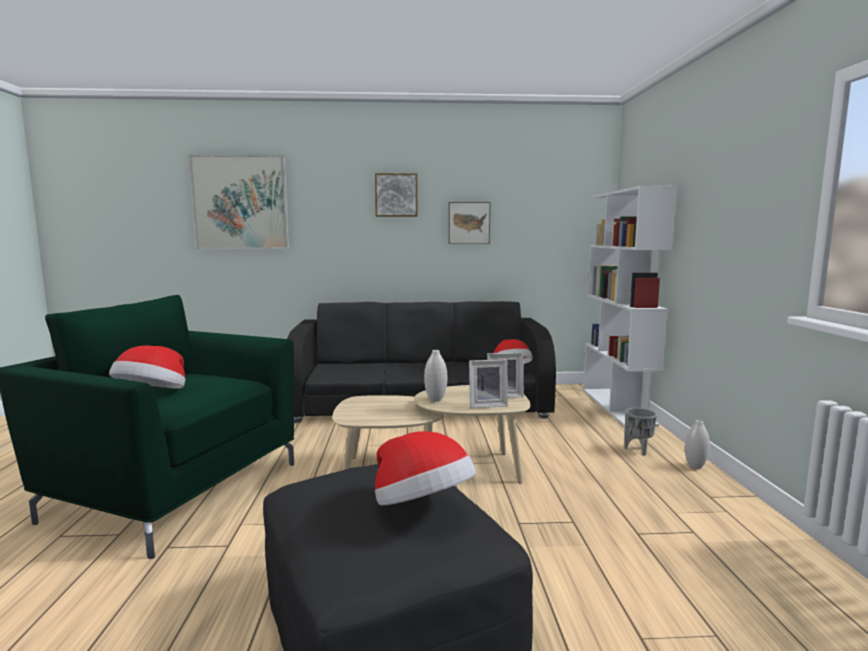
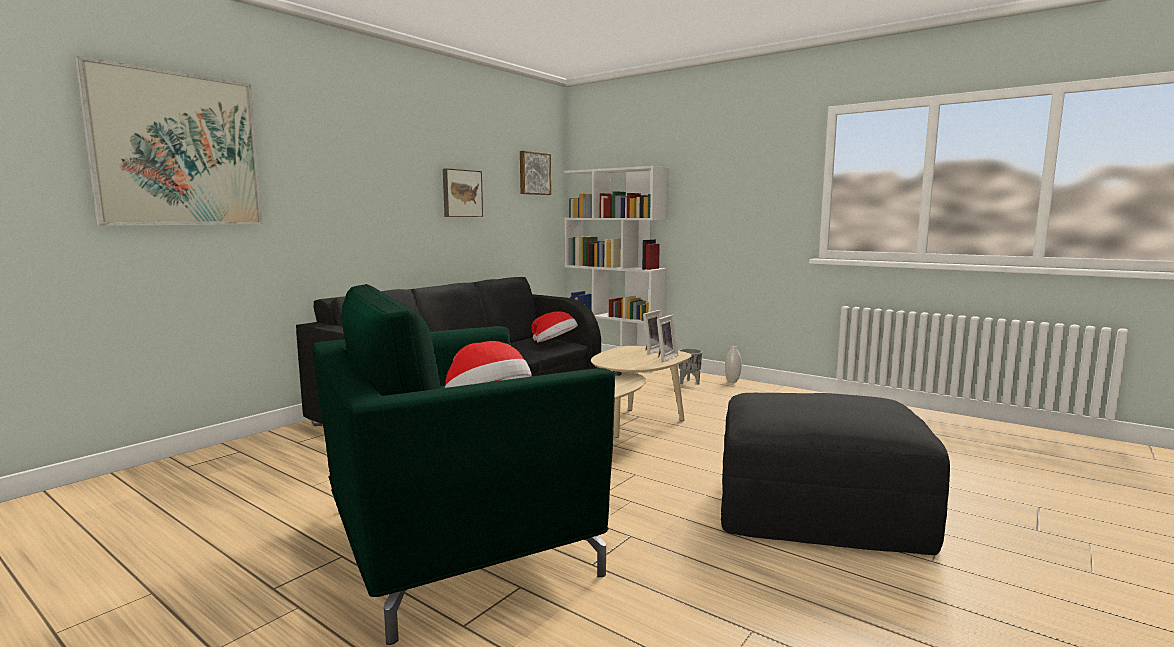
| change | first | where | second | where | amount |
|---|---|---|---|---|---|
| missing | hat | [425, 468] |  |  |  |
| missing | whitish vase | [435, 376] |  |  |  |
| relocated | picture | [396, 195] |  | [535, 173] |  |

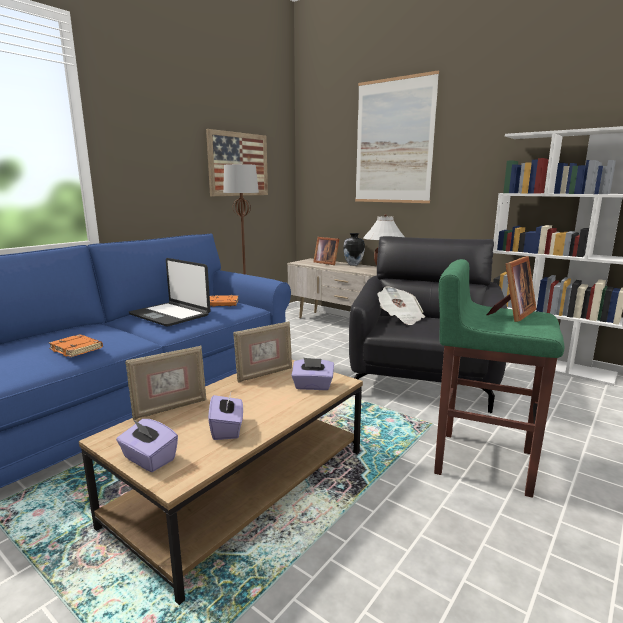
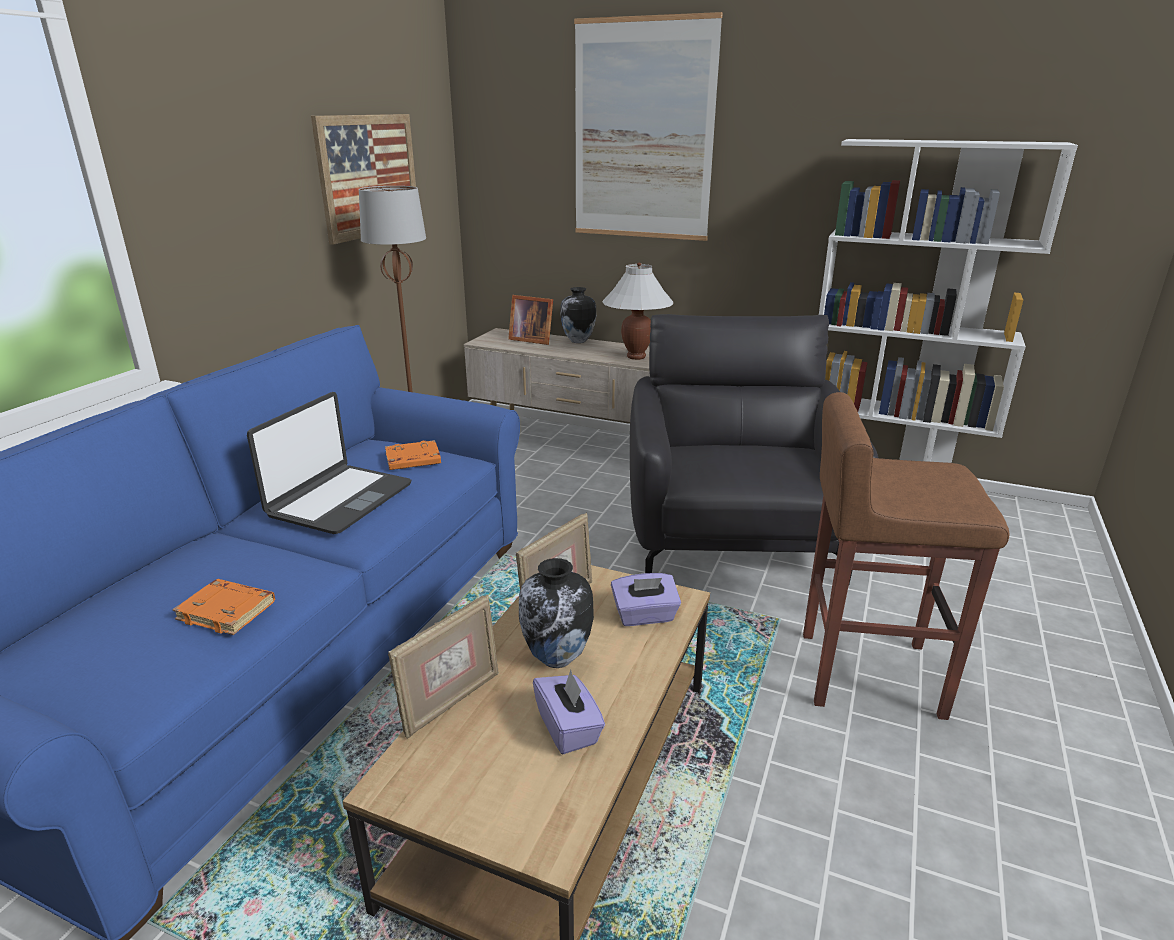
| change | first | where | second | where | amount |
|---|---|---|---|---|---|
| missing | purple-coloured box of tissues | [147, 445] |  |  |  |
| missing | daily paper | [401, 305] |  |  |  |
| missing | photo frame | [512, 289] |  |  |  |
| appeared |  |  | vase | [556, 613] |  |
| colour | green-coloured sitting stool | [499, 378] | brown sitting stool | [906, 556] |  |
| spun | laptop | [169, 292] |  | [329, 463] | 90 degrees counterclockwise |

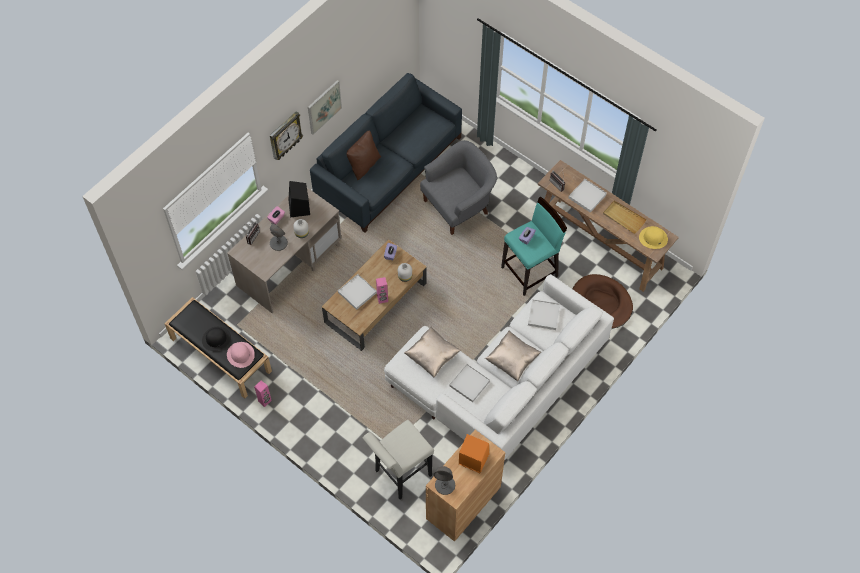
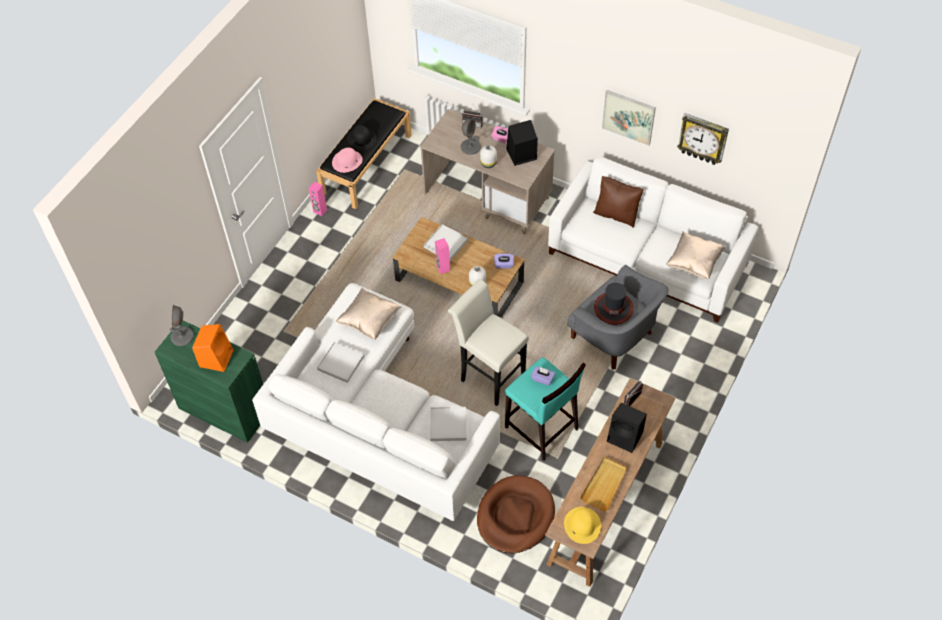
| change | first | where | second | where | amount |
|---|---|---|---|---|---|
| appeared |  |  | hat | [614, 304] |  |
| relocated | clock on the wall | [286, 135] |  | [703, 139] |  |
| relocated | whitish sitting stool | [398, 459] |  | [488, 342] |  |
| relocated | beige pillow | [513, 355] |  | [696, 255] |  |
| exchanged | whitish carrying tray | [587, 196] | blackish loudspeaker | [627, 428] |  |
| colour | blue-coloured sofa | [386, 153] | whitish sofa | [653, 240] |  |
| colour | brown storage cabinet | [465, 486] | green-coloured storage cabinet | [209, 381] |  |

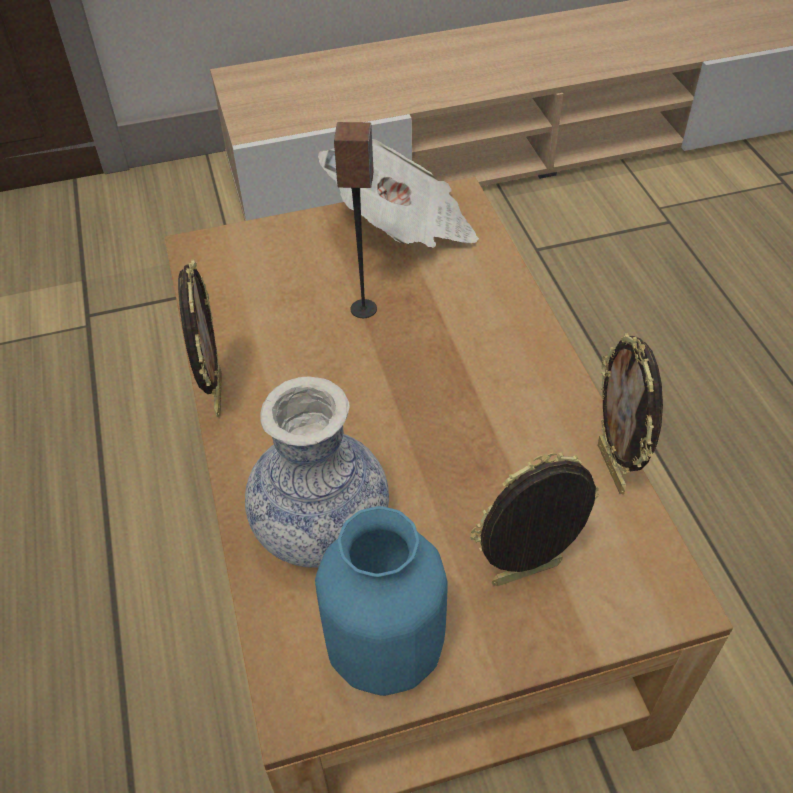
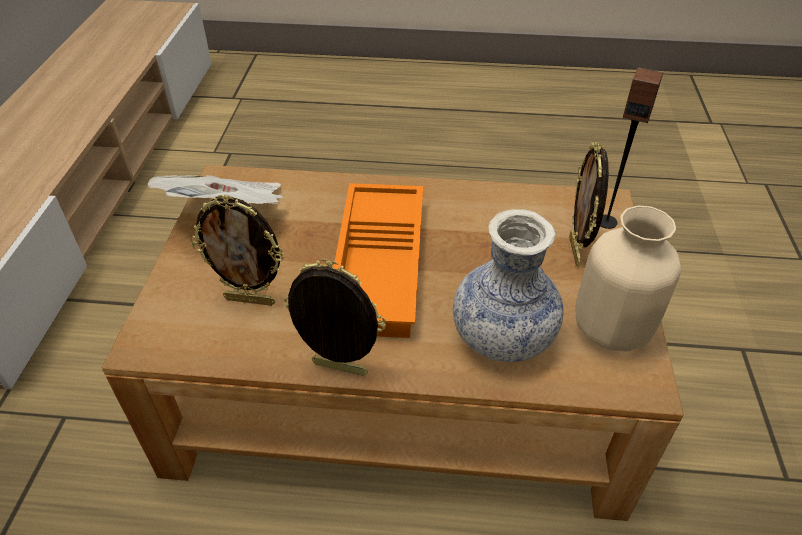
| change | first | where | second | where | amount |
|---|---|---|---|---|---|
| appeared |  |  | orange carrying tray | [378, 260] |  |
| relocated | loudspeaker | [355, 220] |  | [631, 148] |  |
| relocated | photo frame | [630, 414] |  | [237, 250] |  |
| colour | blue-coloured vase | [381, 601] | beige vase | [628, 278] |  |

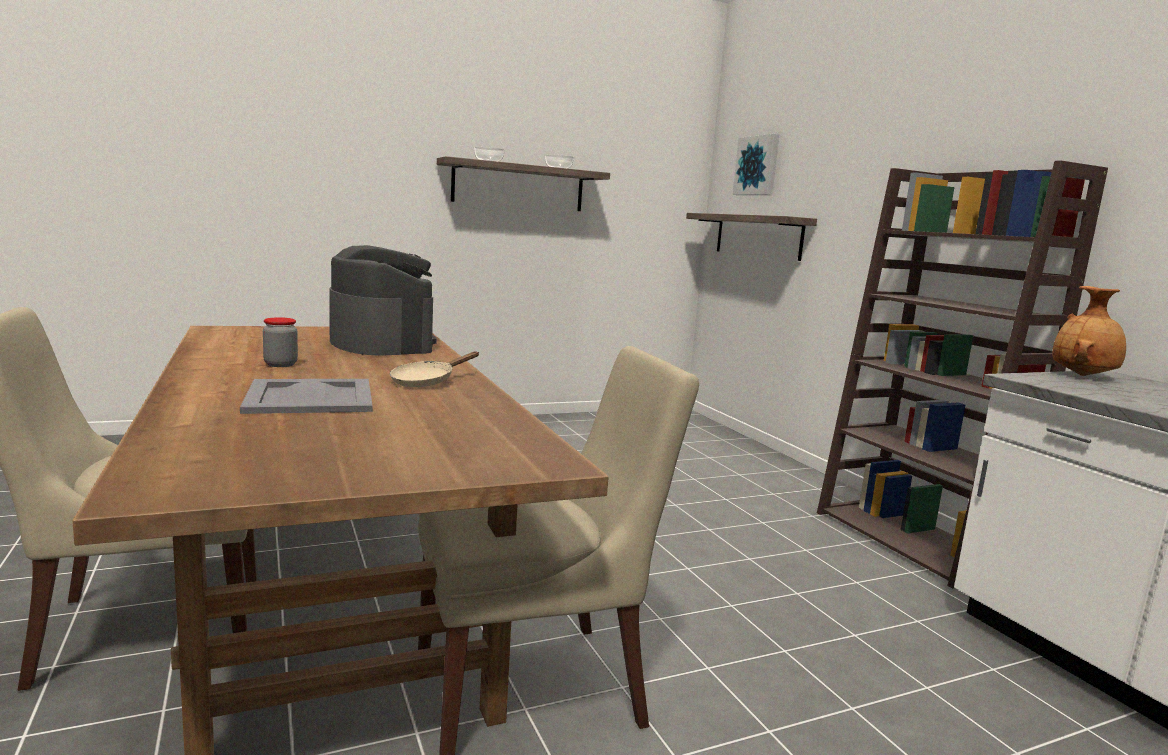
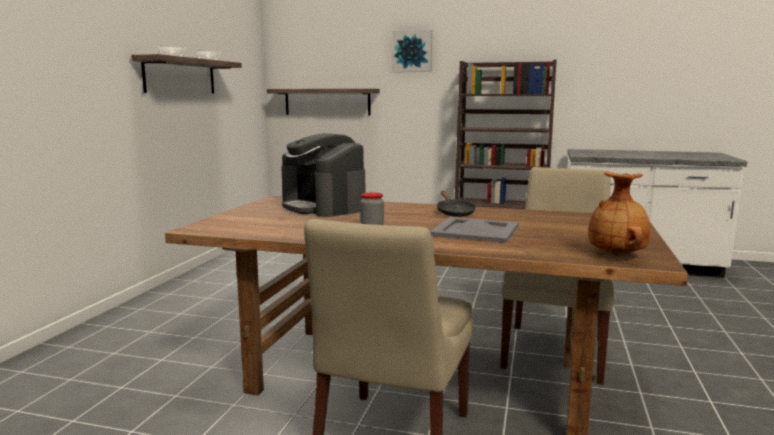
| change | first | where | second | where | amount |
|---|---|---|---|---|---|
| relocated | picture | [755, 164] |  | [412, 51] |  |
| relocated | brown vase | [1089, 331] |  | [619, 214] |  |
| colour | beige frying pan | [434, 369] | blackish frying pan | [456, 204] |  |
| spun | coffee maker | [383, 300] |  | [323, 175] | 135 degrees counterclockwise |

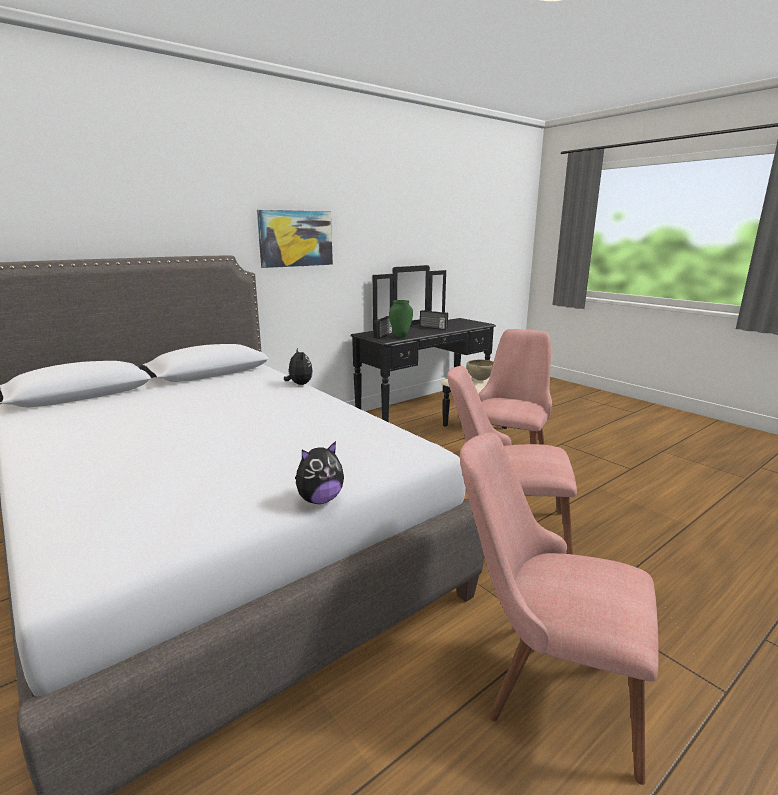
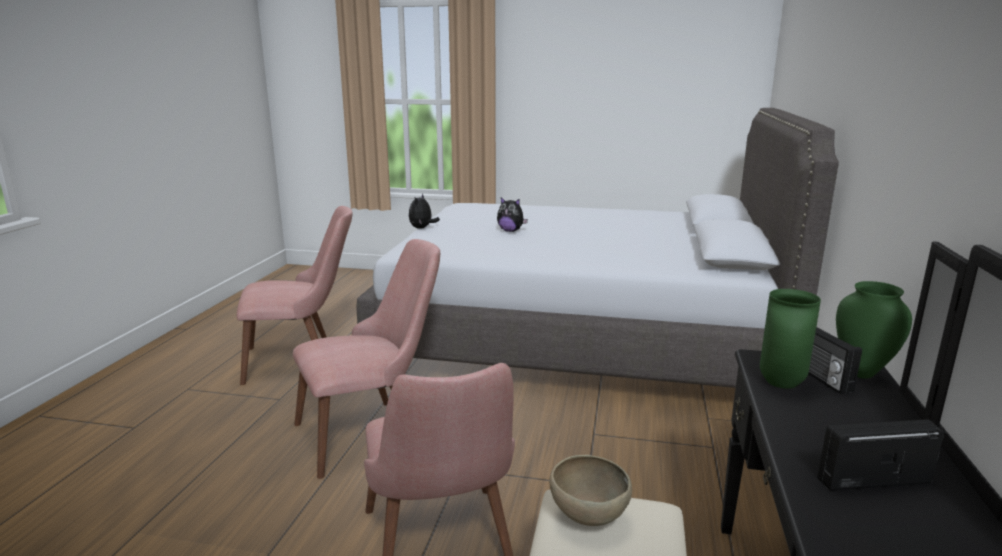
| change | first | where | second | where | amount |
|---|---|---|---|---|---|
| missing | picture | [295, 239] |  |  |  |
| appeared |  |  | green-coloured vase | [874, 330] |  |
| relocated | cuddly toy | [298, 366] |  | [512, 214] |  |

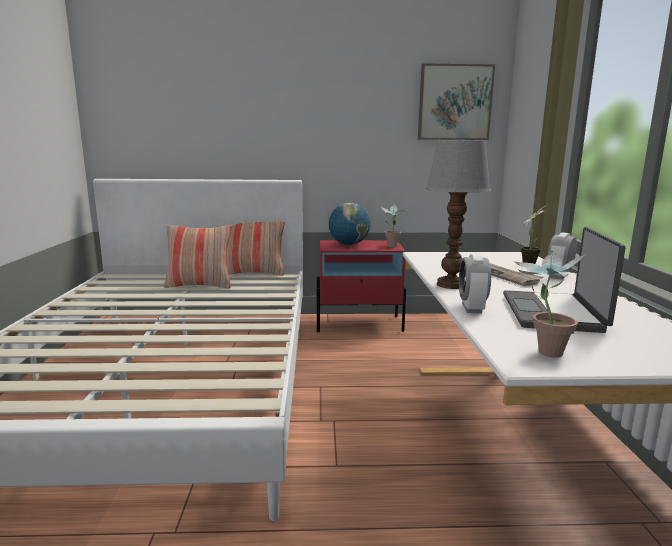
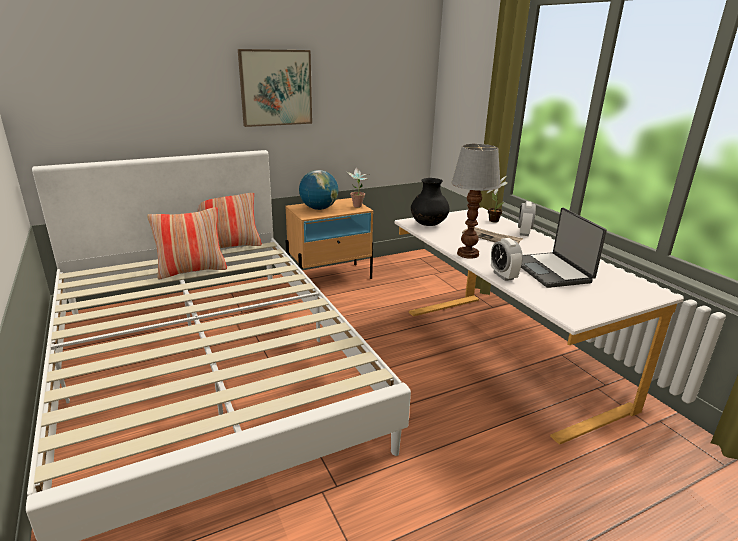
| change | first | where | second | where | amount |
|---|---|---|---|---|---|
| missing | houseplant | [549, 303] |  |  |  |
| appeared |  |  | blackish vase | [430, 202] |  |
| relocated | picture | [456, 101] |  | [275, 88] |  |
| colour | red nightstand | [361, 286] | beige nightstand | [329, 238] |  |

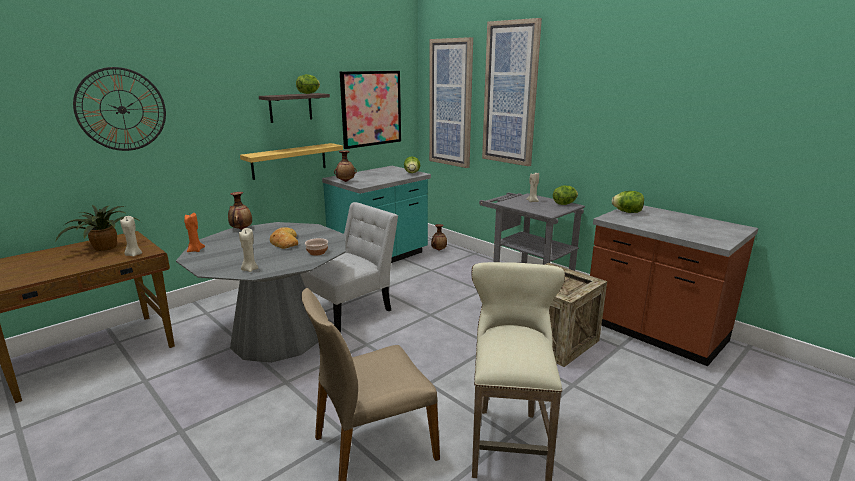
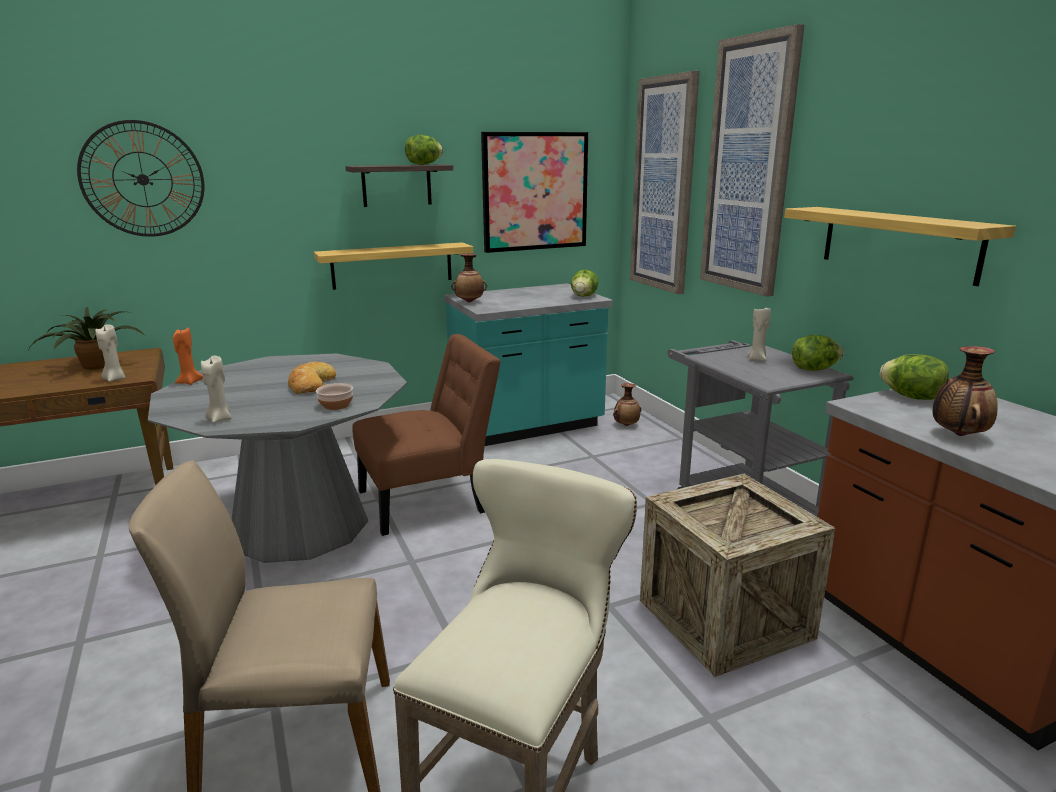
| change | first | where | second | where | amount |
|---|---|---|---|---|---|
| appeared |  |  | wall shelf | [900, 246] |  |
| relocated | vase | [240, 211] |  | [965, 391] |  |
| colour | whitish plain chair | [349, 267] | brown plain chair | [426, 435] |  |

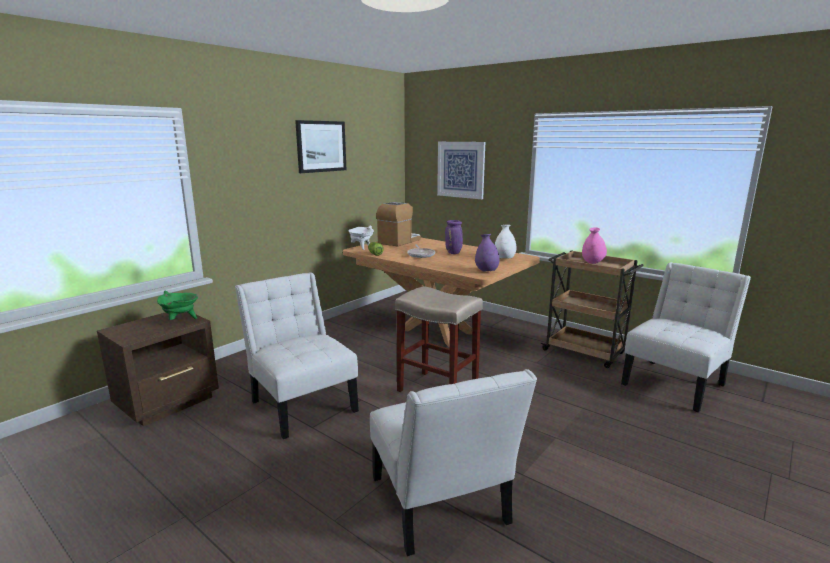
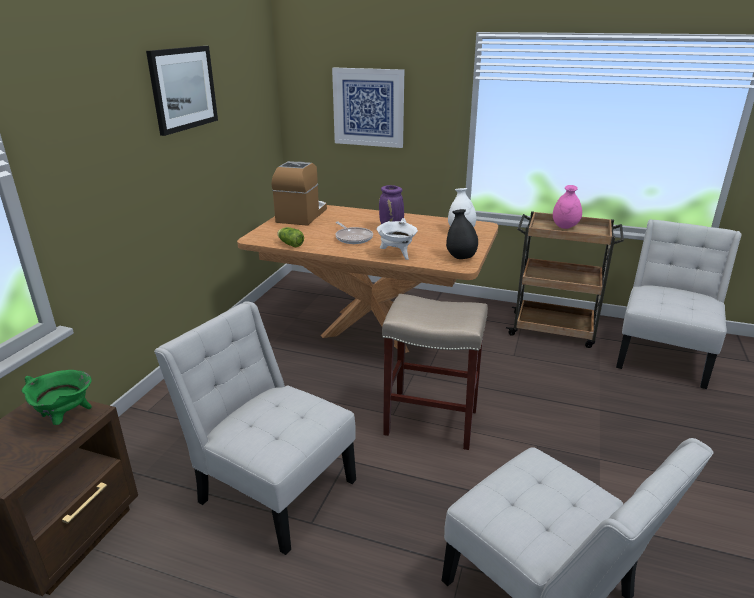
| change | first | where | second | where | amount |
|---|---|---|---|---|---|
| relocated | whitish stockpot | [361, 237] |  | [397, 239] |  |
| colour | purple-coloured vase | [487, 252] | blackish vase | [462, 234] |  |

